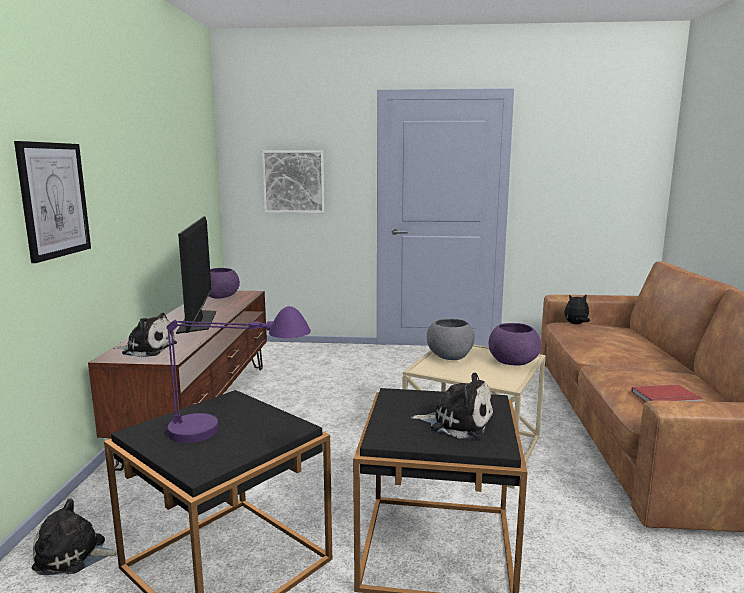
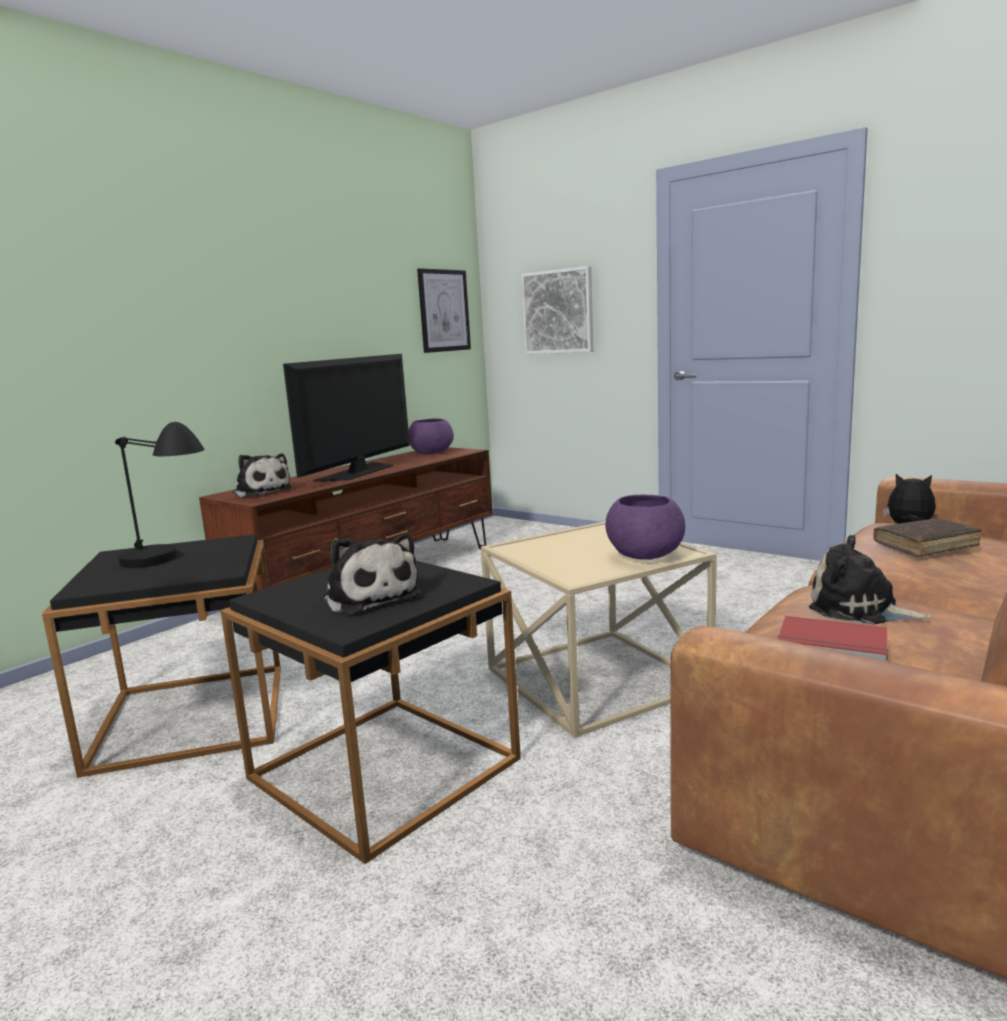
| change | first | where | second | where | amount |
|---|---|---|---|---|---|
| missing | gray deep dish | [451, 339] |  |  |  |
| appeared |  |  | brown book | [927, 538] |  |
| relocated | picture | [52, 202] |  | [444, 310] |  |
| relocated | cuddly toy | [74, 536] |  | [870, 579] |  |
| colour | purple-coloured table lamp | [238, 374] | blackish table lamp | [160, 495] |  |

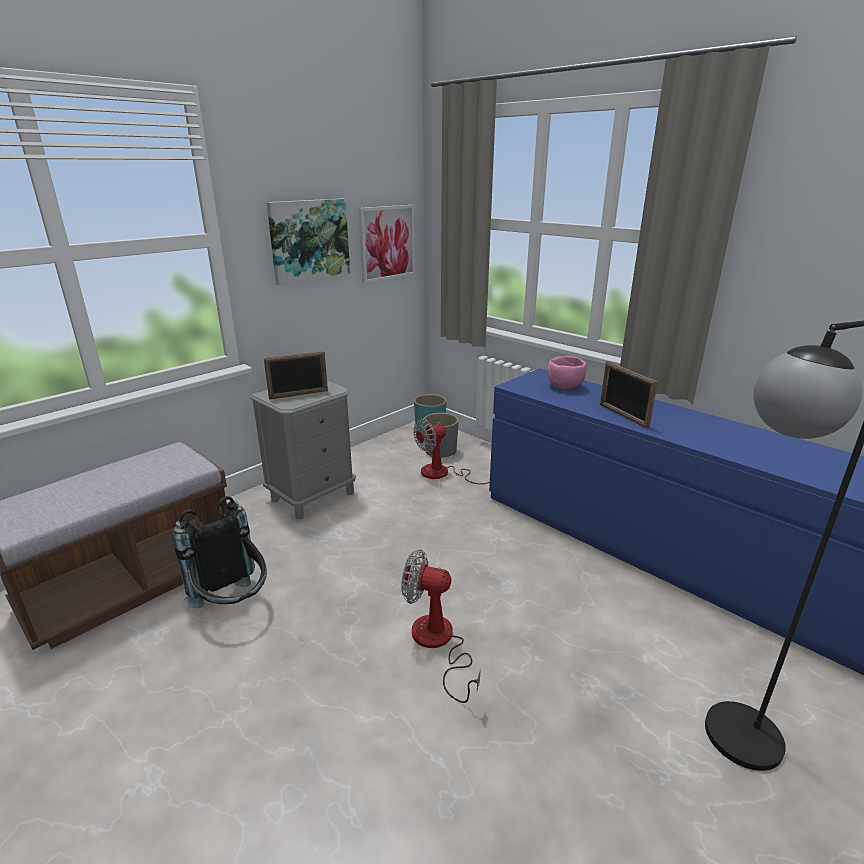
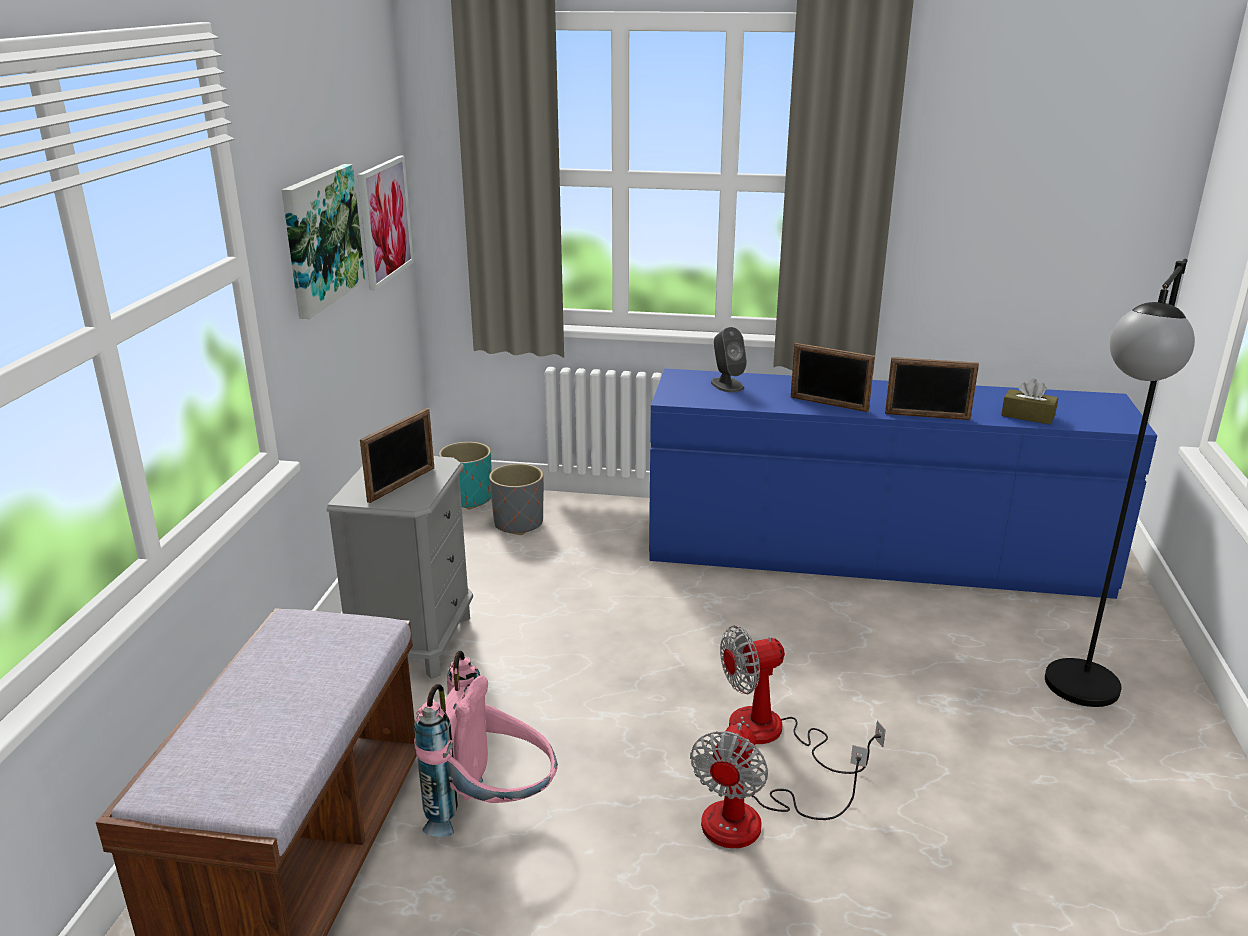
| change | first | where | second | where | amount |
|---|---|---|---|---|---|
| appeared |  |  | photo frame | [932, 388] |  |
| appeared |  |  | brown box of tissues | [1029, 401] |  |
| relocated | electric fan | [452, 451] |  | [779, 785] |  |
| exchanged | pink-coloured deep dish | [566, 372] | gray loudspeaker | [729, 360] |  |
| colour | blackish backpack | [219, 552] | pink-coloured backpack | [486, 744] |  |

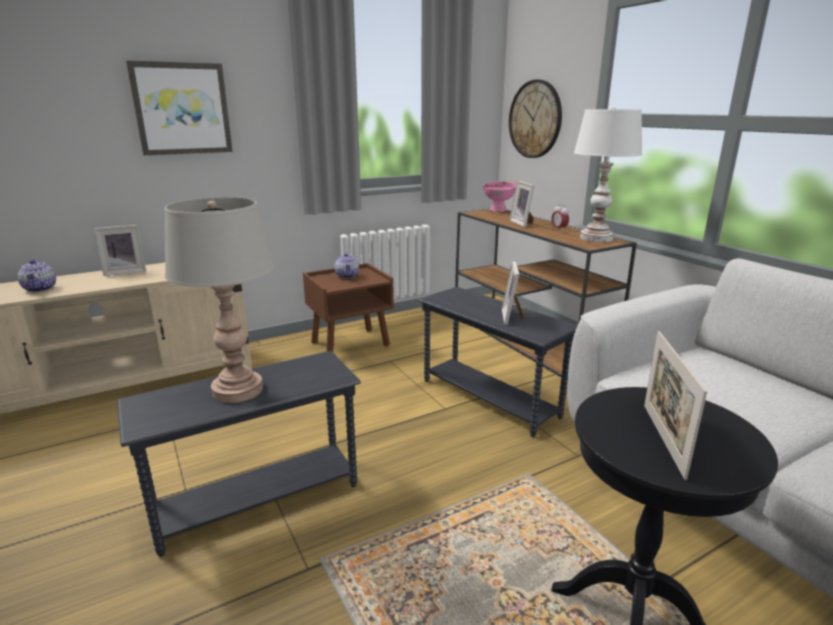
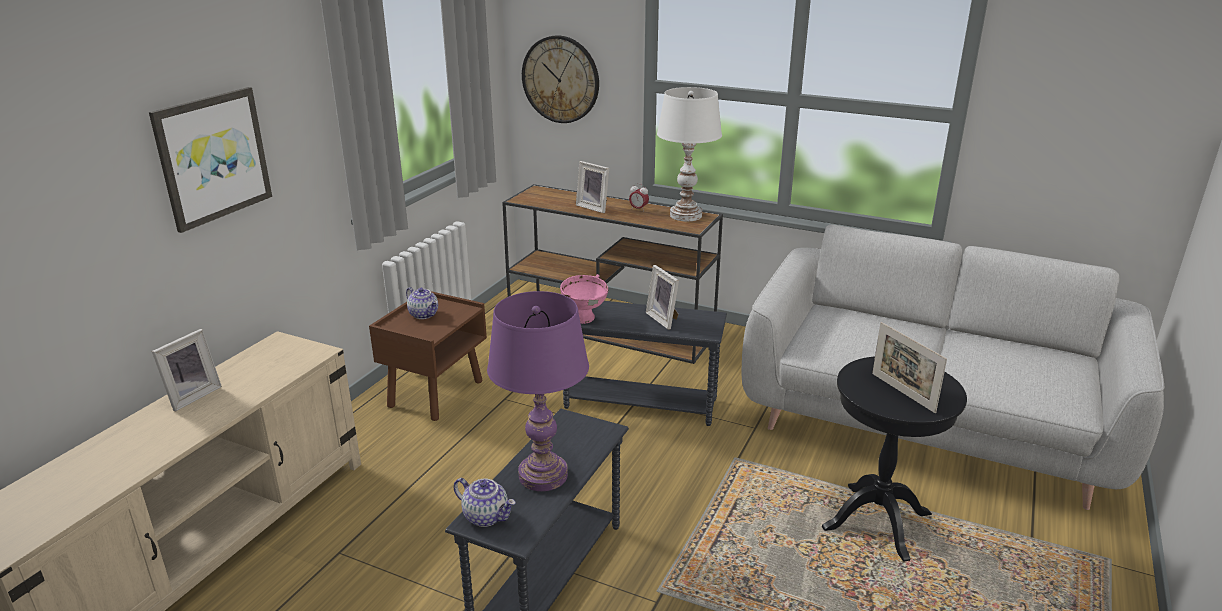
| change | first | where | second | where | amount |
|---|---|---|---|---|---|
| relocated | teapot | [37, 275] |  | [484, 502] |  |
| relocated | pink-coloured deep dish | [499, 196] |  | [584, 299] |  |
| colour | gray table lamp | [219, 300] | purple-coloured table lamp | [538, 391] |  |

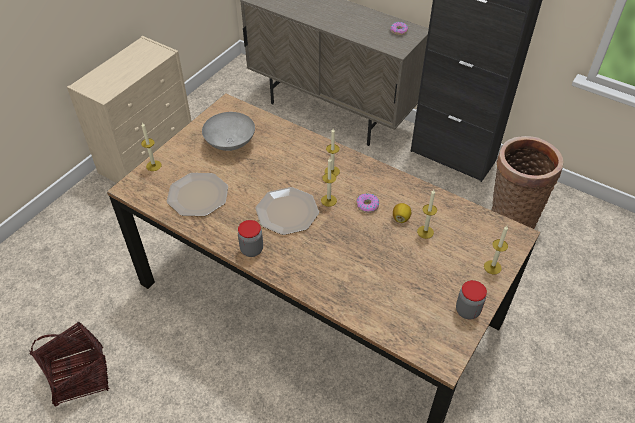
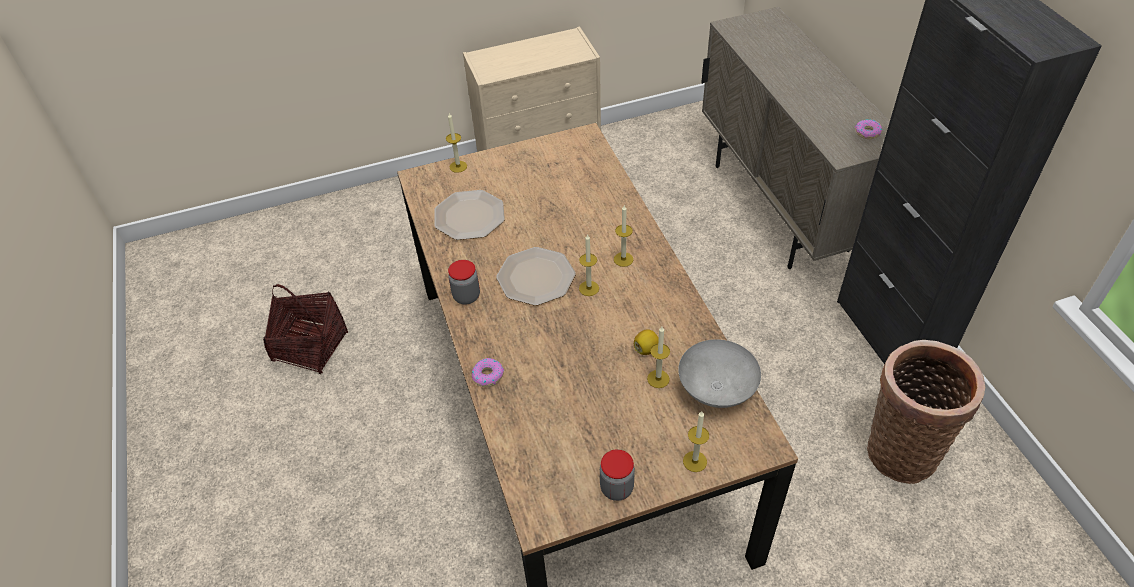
| change | first | where | second | where | amount |
|---|---|---|---|---|---|
| relocated | gray deep dish | [228, 131] |  | [719, 373] |  |
| relocated | donut | [367, 203] |  | [488, 372] |  |

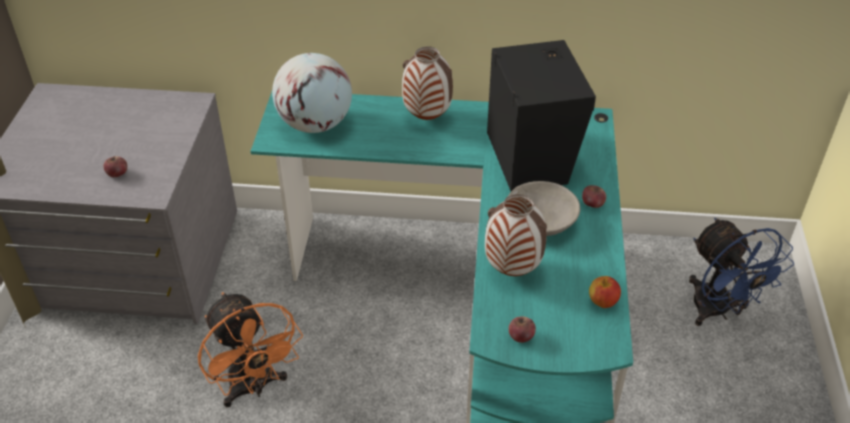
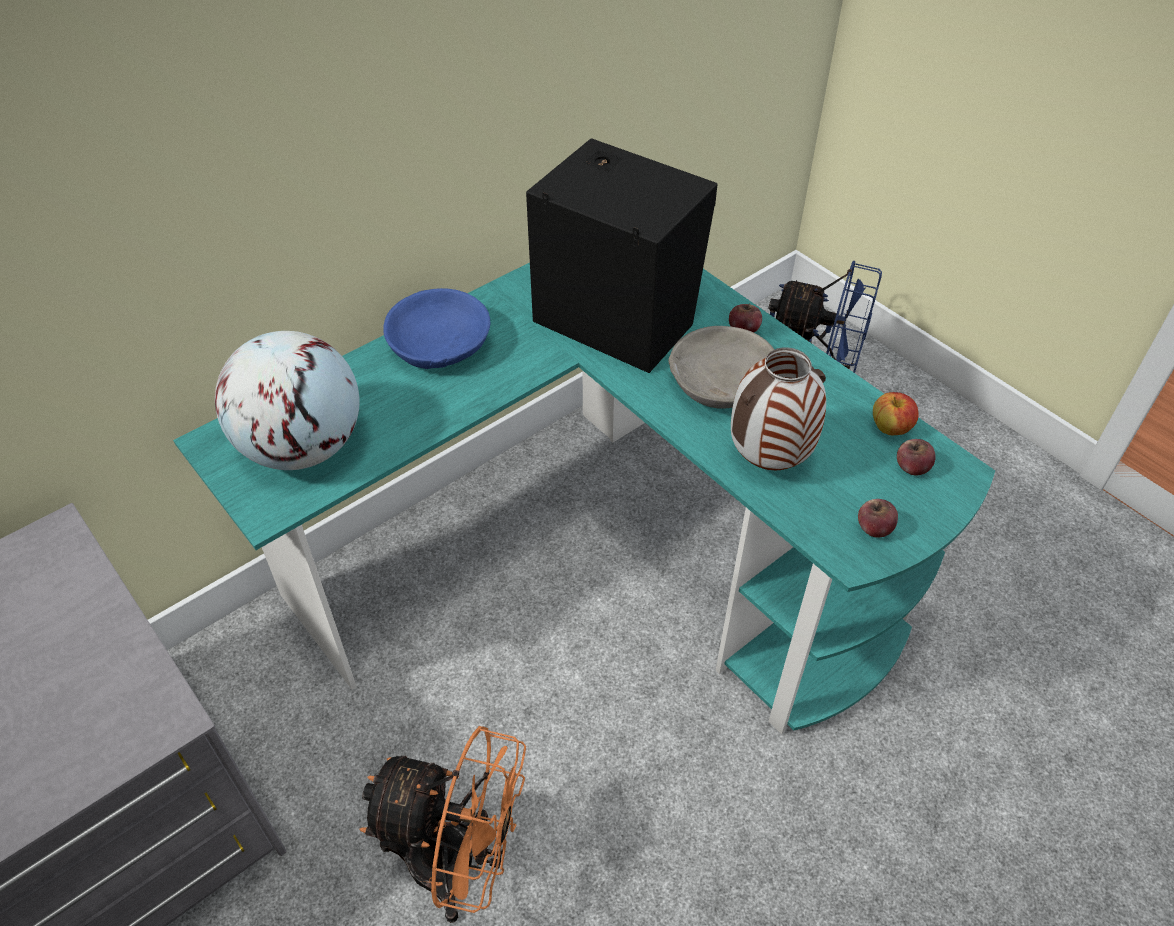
| change | first | where | second | where | amount |
|---|---|---|---|---|---|
| relocated | apple fruit | [115, 166] |  | [916, 457] |  |
| exchanged | vase | [427, 83] | blue-coloured deep dish | [436, 328] |  |

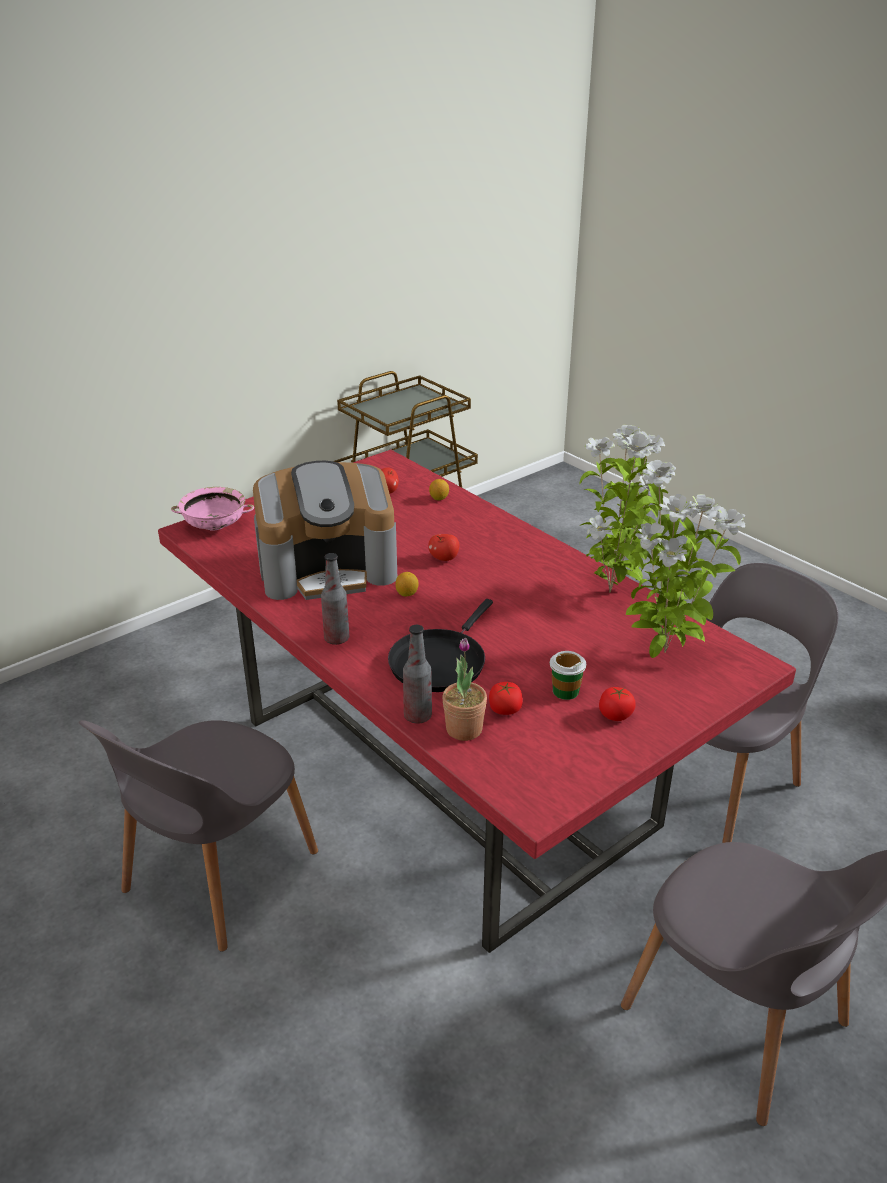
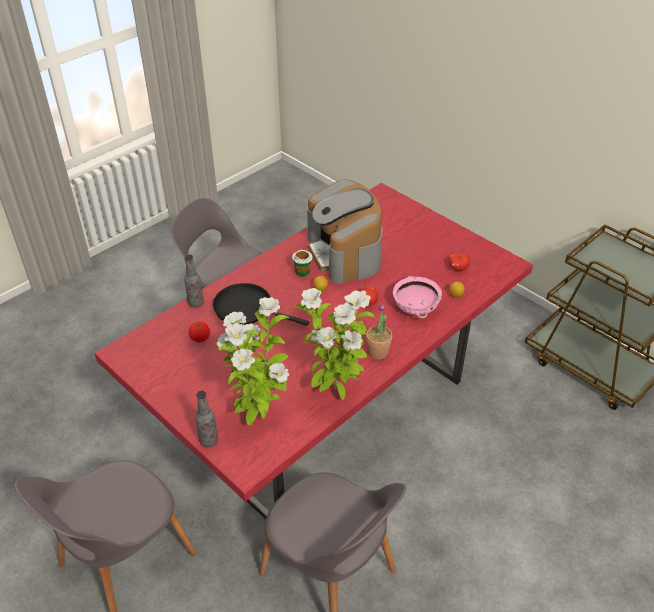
| change | first | where | second | where | amount |
|---|---|---|---|---|---|
| missing | tomato | [617, 704] |  |  |  |
| relocated | pink-coloured deep dish | [212, 508] |  | [417, 297] |  |
| relocated | drink bottle | [335, 599] |  | [206, 419] |  |
| relocated | houseplant | [464, 689] |  | [379, 332] |  |
| relocated | drinking cup | [568, 675] |  | [302, 263] |  |

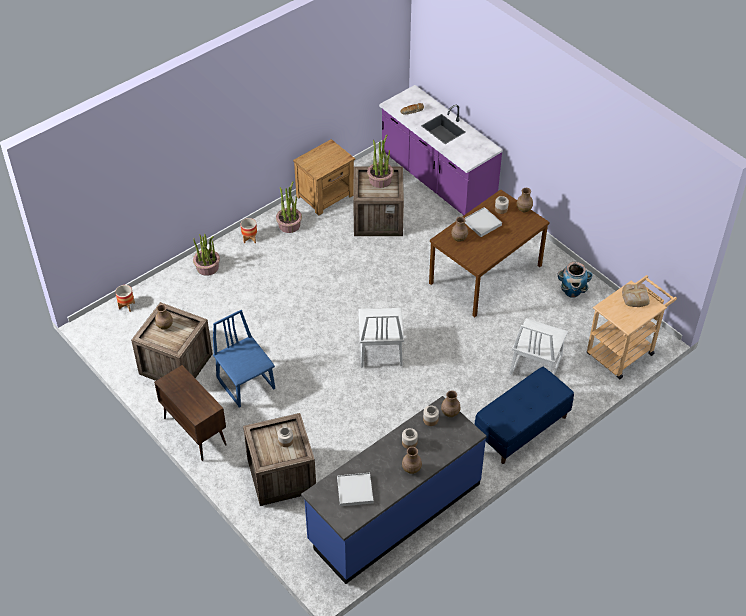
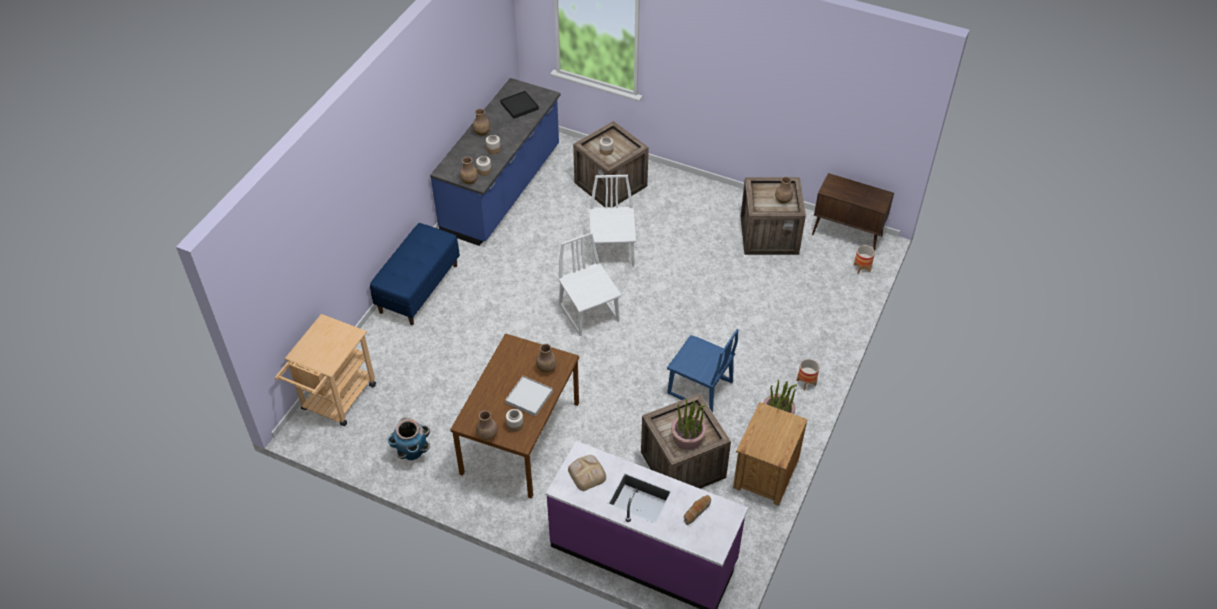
| change | first | where | second | where | amount |
|---|---|---|---|---|---|
| missing | houseplant | [206, 255] |  |  |  |
| relocated | brown storage cabinet | [190, 413] |  | [853, 211] |  |
| relocated | blue-coloured plain chair | [244, 359] |  | [702, 371] |  |
| relocated | whitish plain chair | [538, 346] |  | [612, 220] |  |
| relocated | bread | [636, 295] |  | [587, 473] |  |
| colour | whitish carrying tray | [355, 489] | blackish carrying tray | [519, 105] |  |

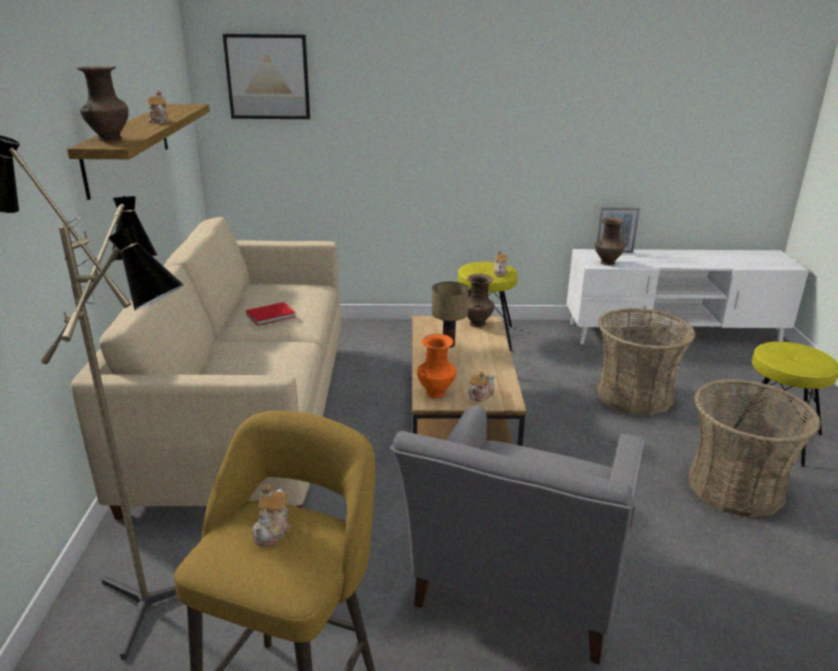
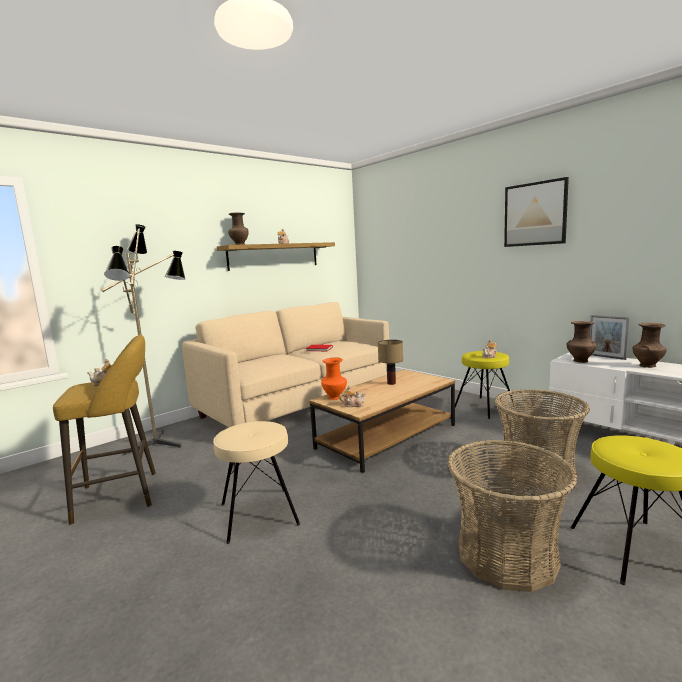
| change | first | where | second | where | amount |
|---|---|---|---|---|---|
| relocated | picture | [266, 76] |  | [536, 212] |  |
| relocated | brown vase | [481, 300] |  | [650, 345] |  |
| exchanged | gray easy chair | [517, 534] | beige sitting stool | [256, 482] |  |

